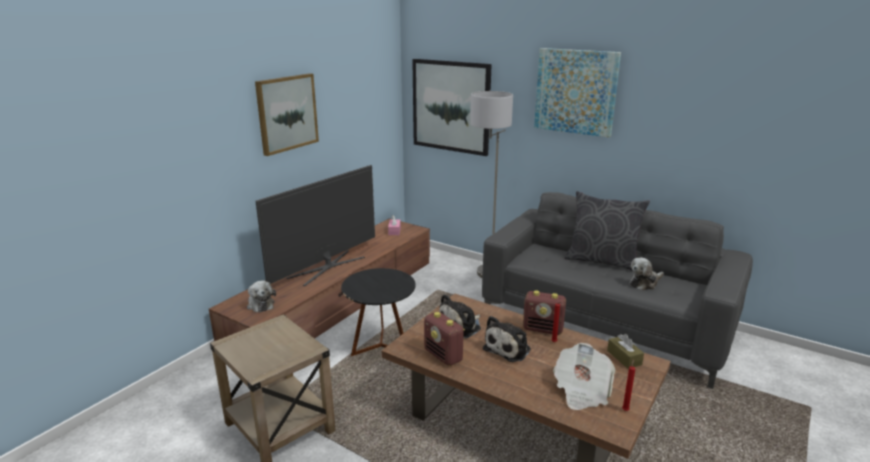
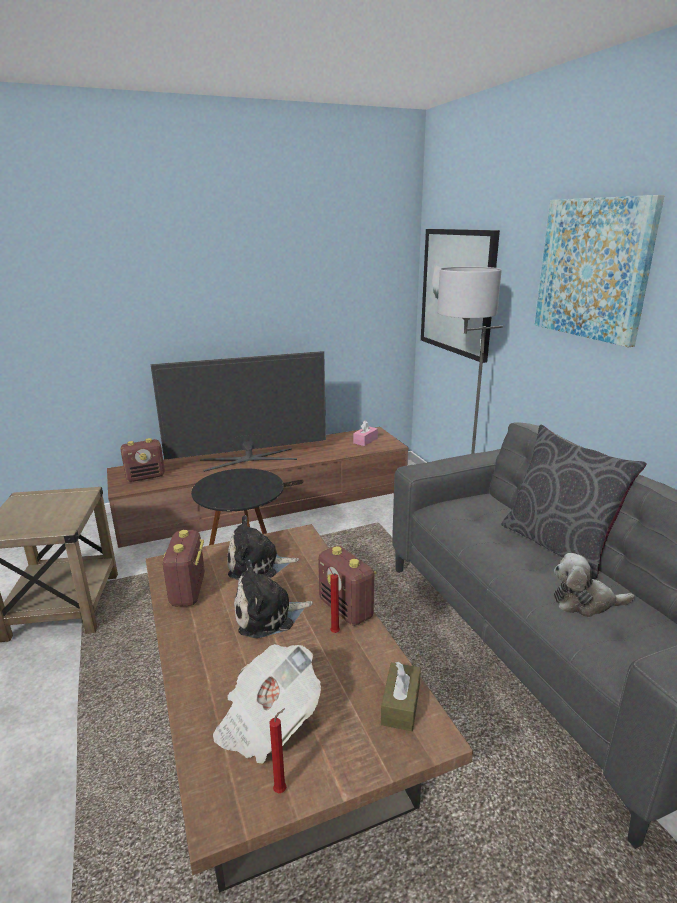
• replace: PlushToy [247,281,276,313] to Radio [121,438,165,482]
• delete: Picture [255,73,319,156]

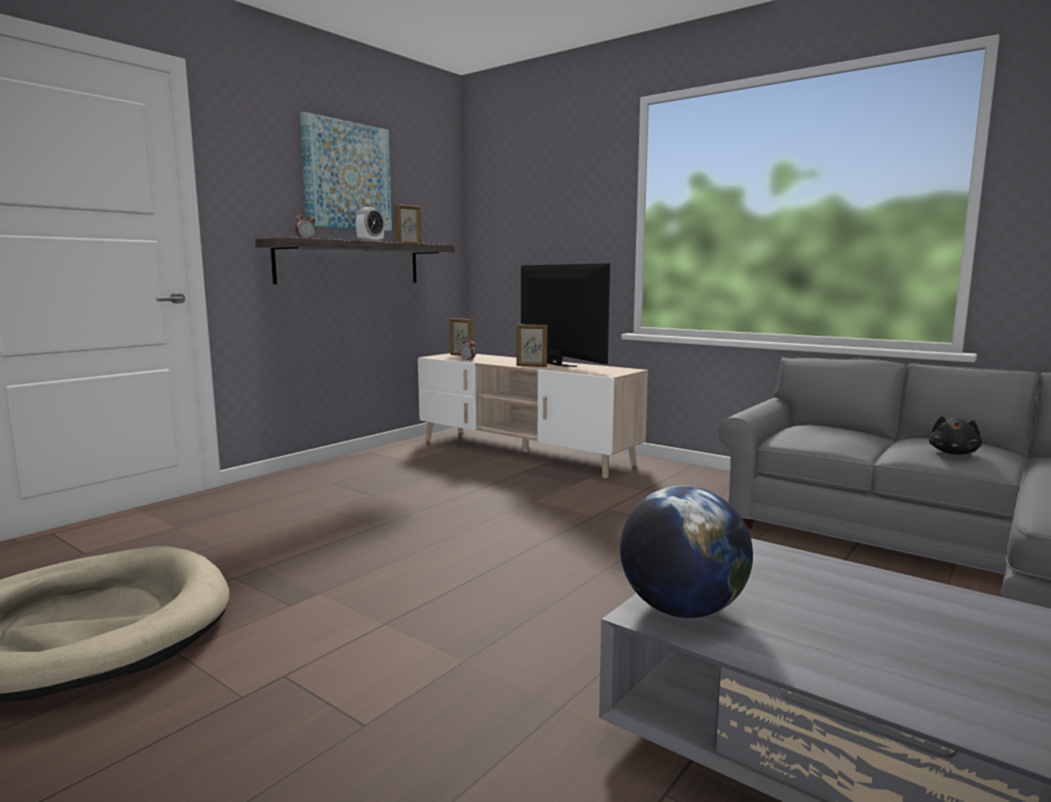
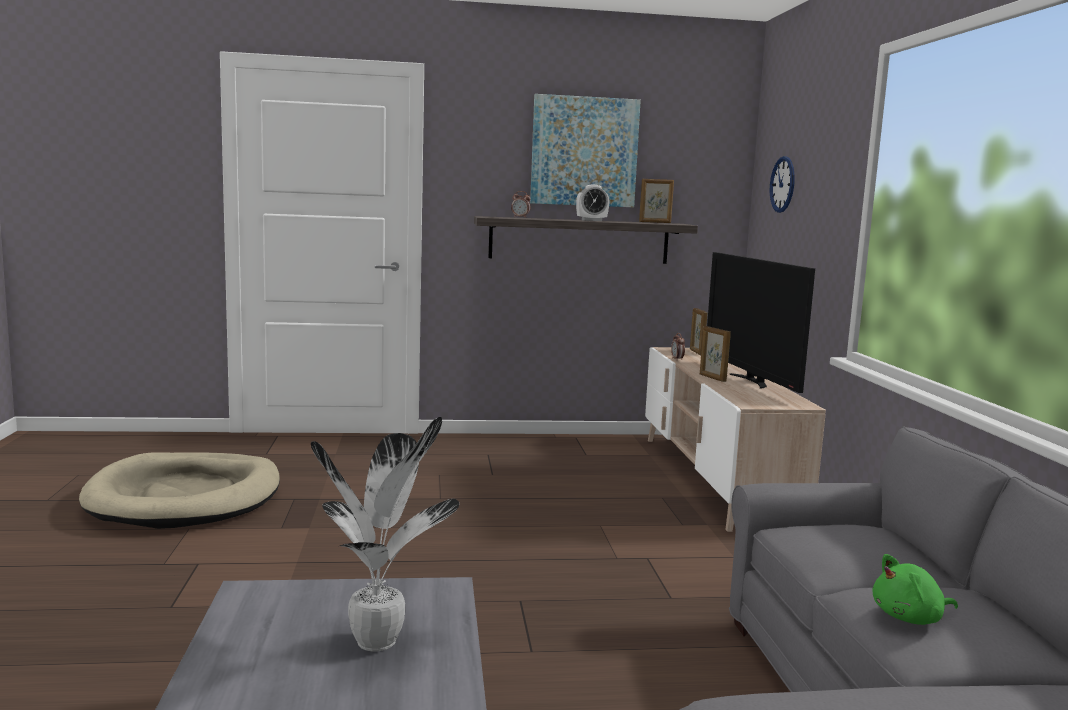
• insert: PottedPlant [311,417,459,652]
• rotate: Television [521,263,610,367] = [707,252,815,393] 150 degrees clockwise
• insert: WallClock [770,156,795,213]
• recolor: BlackPlushToy [929,416,982,454] to GreenPlushToy [873,554,958,625]
• delete: Globe [620,486,753,618]

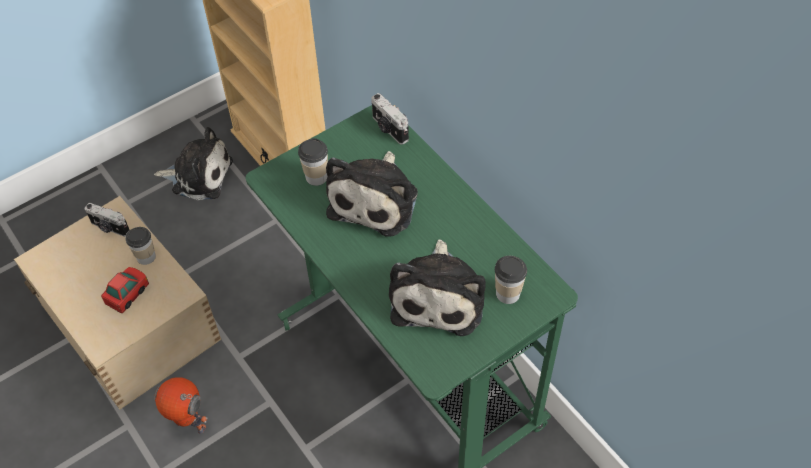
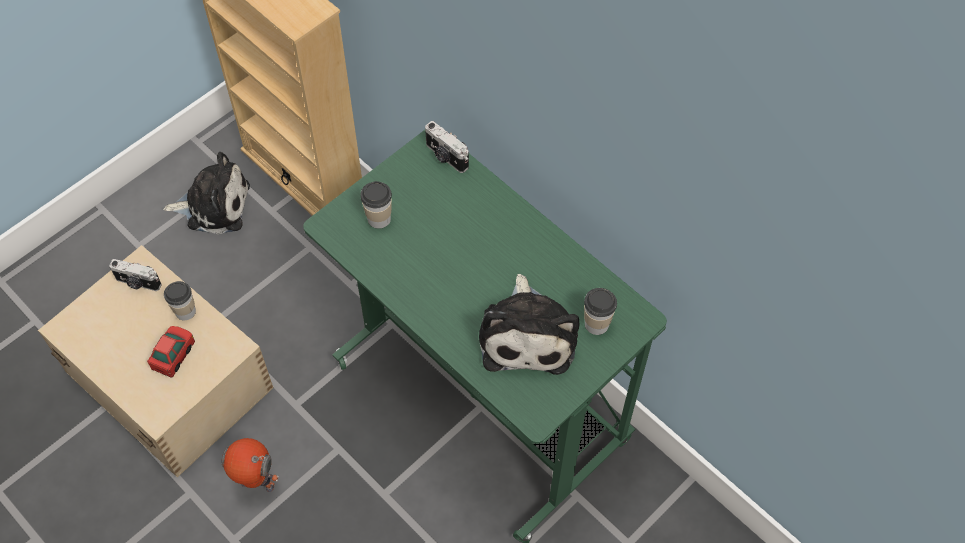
• delete: PlushToy [326,151,418,237]

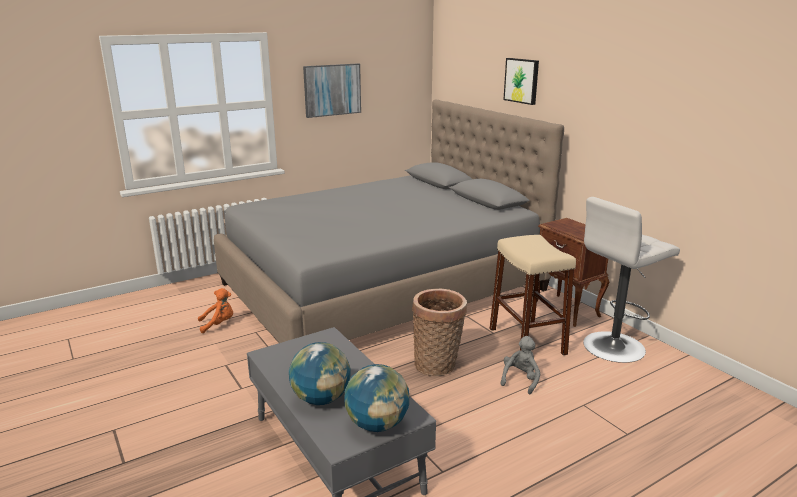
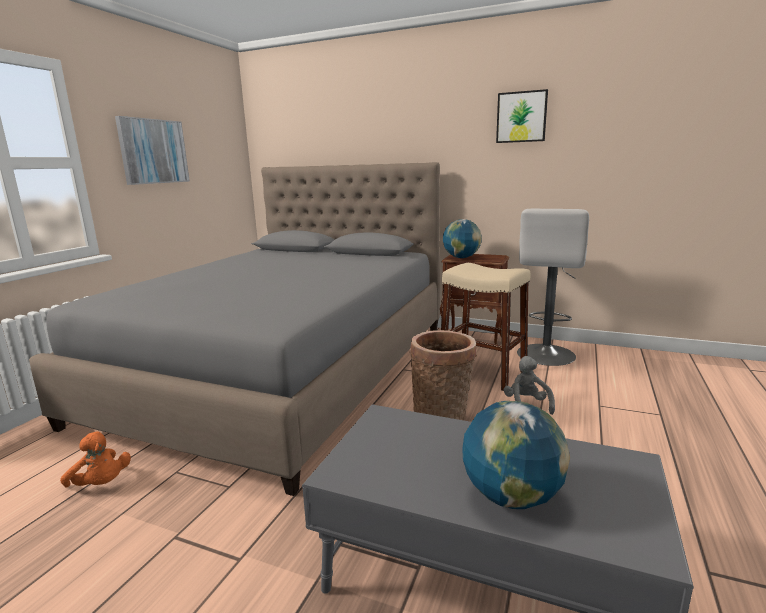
• rotate: OrangePlushToy [198,288,233,333] = [60,431,131,488] 90 degrees clockwise
• move: Globe [344,364,409,432] to [443,219,482,258]
• move: Picture [503,58,539,105] to [496,89,548,143]

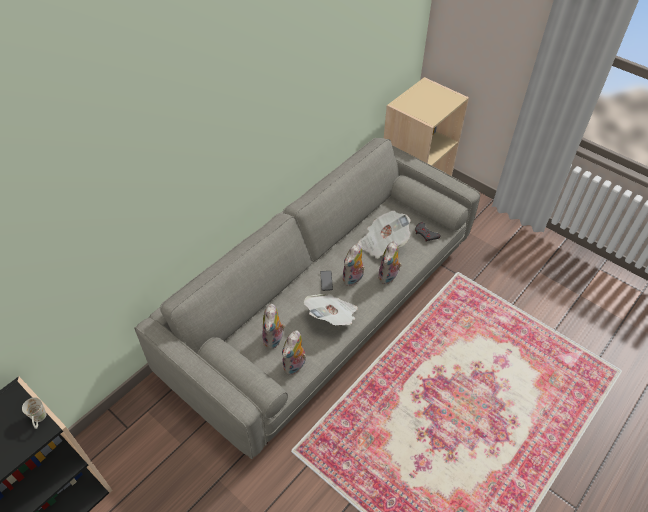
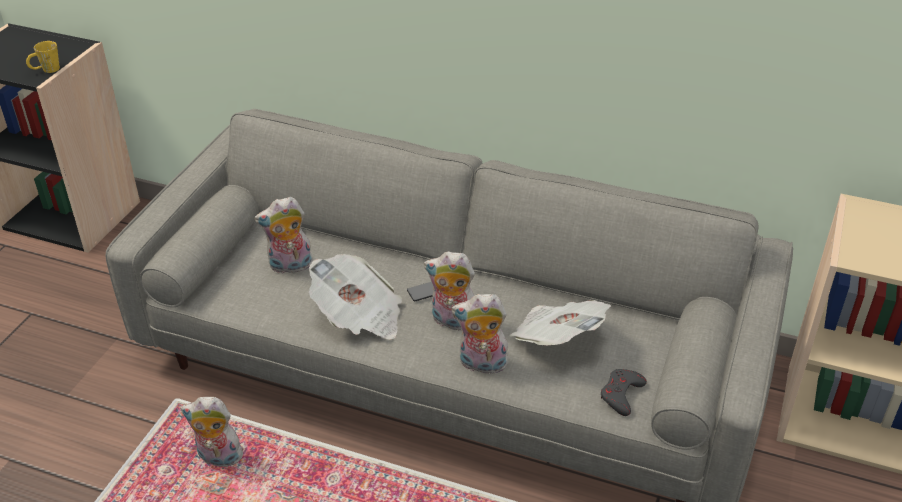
• recolor: WhiteMug [22,397,47,429] to YellowMug [26,41,60,73]
• move: PlushToy [282,331,306,375] to [180,397,243,467]

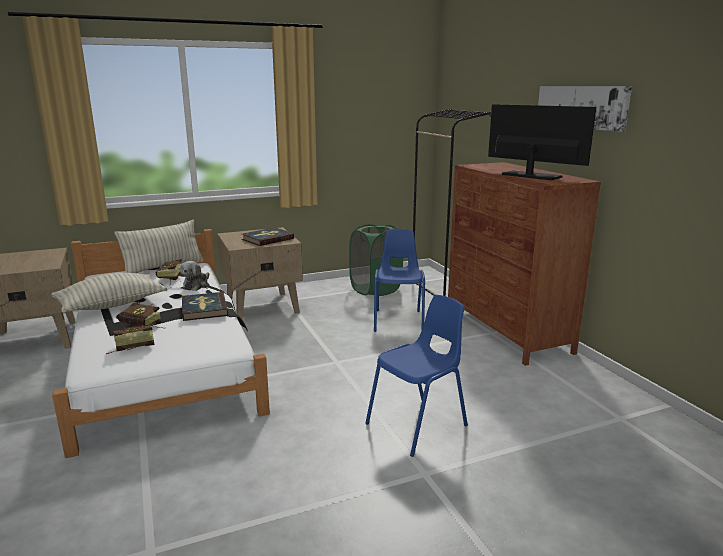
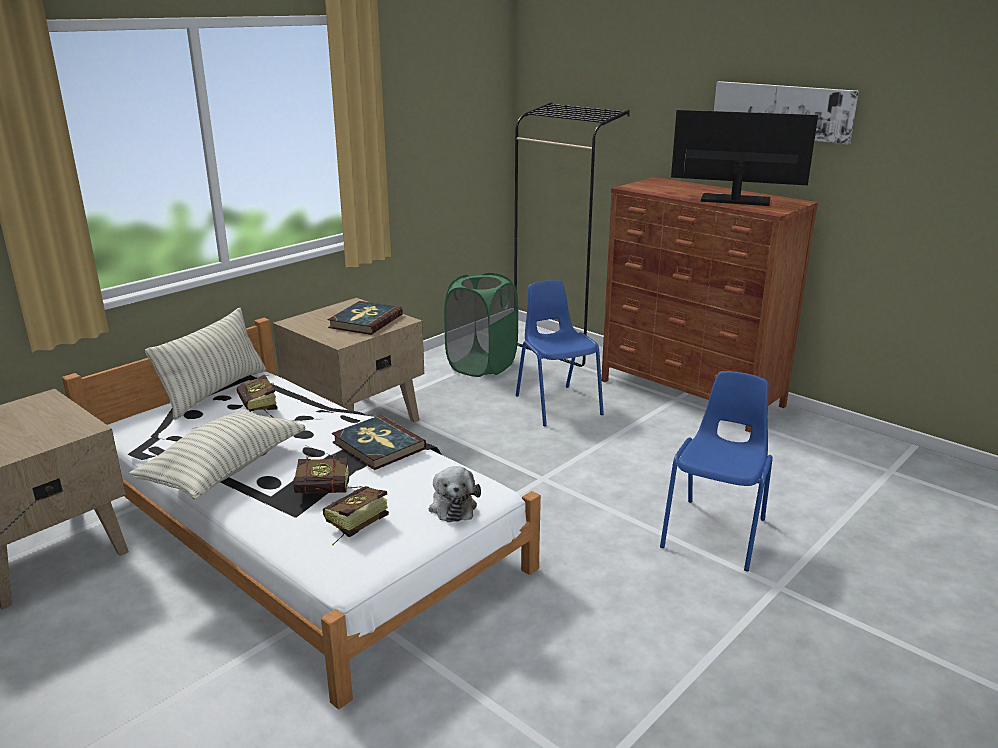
• move: PlushToy [180,261,209,291] to [429,466,481,522]

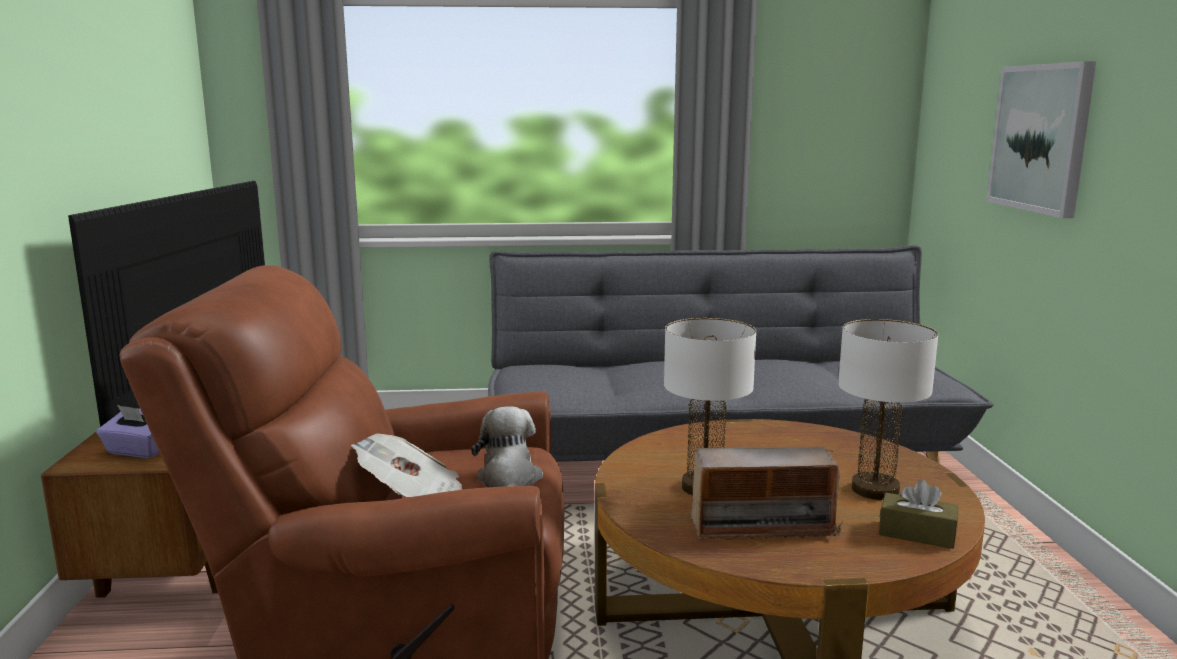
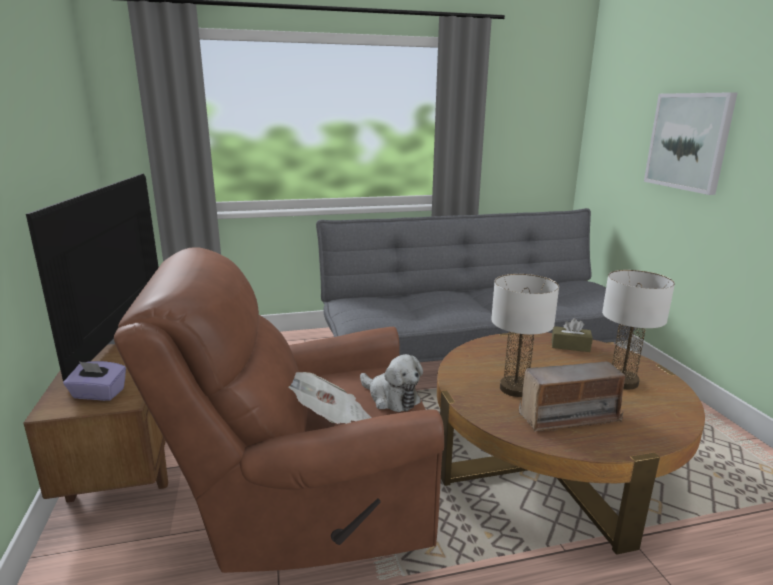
• rotate: PlushToy [471,406,543,487] = [360,354,423,412] 150 degrees clockwise
• move: BrownTissueBox [879,479,958,549] to [552,318,593,352]

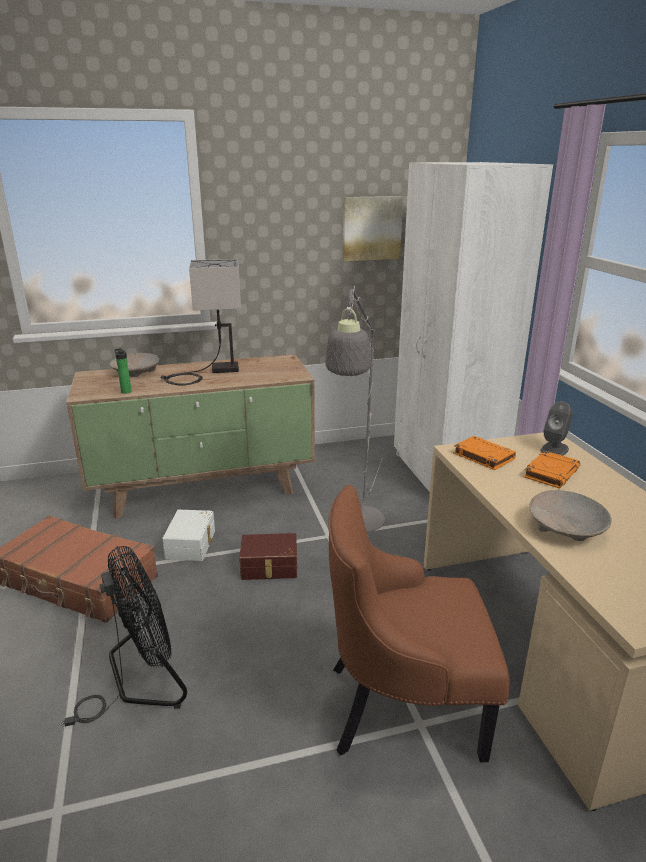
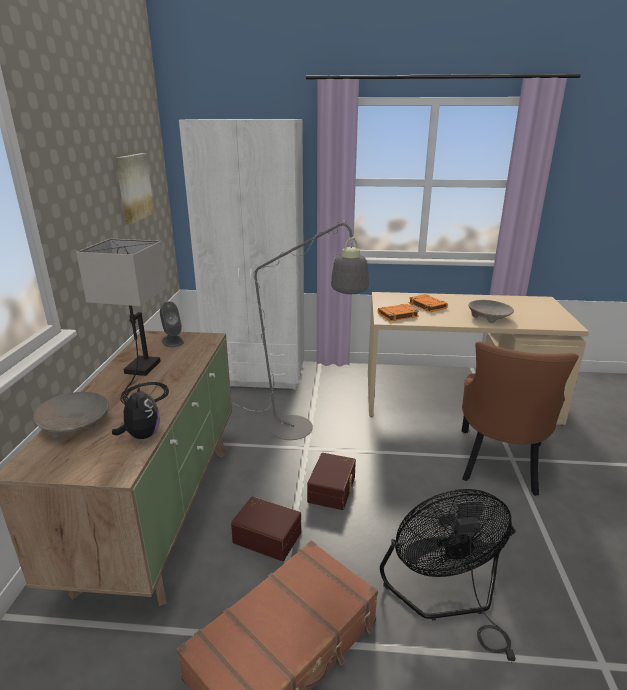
• replace: Bottle [115,348,132,394] to PlushToy [112,383,160,439]
• move: GreySpeaker [540,401,573,456] to [160,301,184,347]
• recolor: WhiteStorageBox [162,509,215,561] to BrownStorageBox [231,496,301,561]

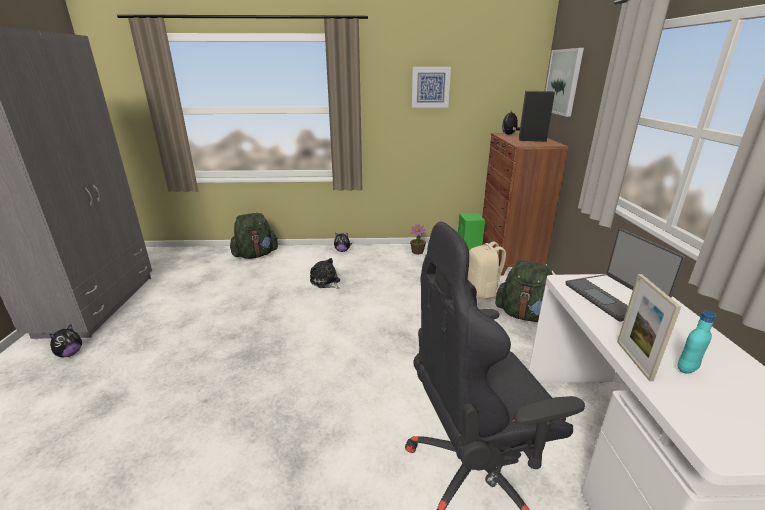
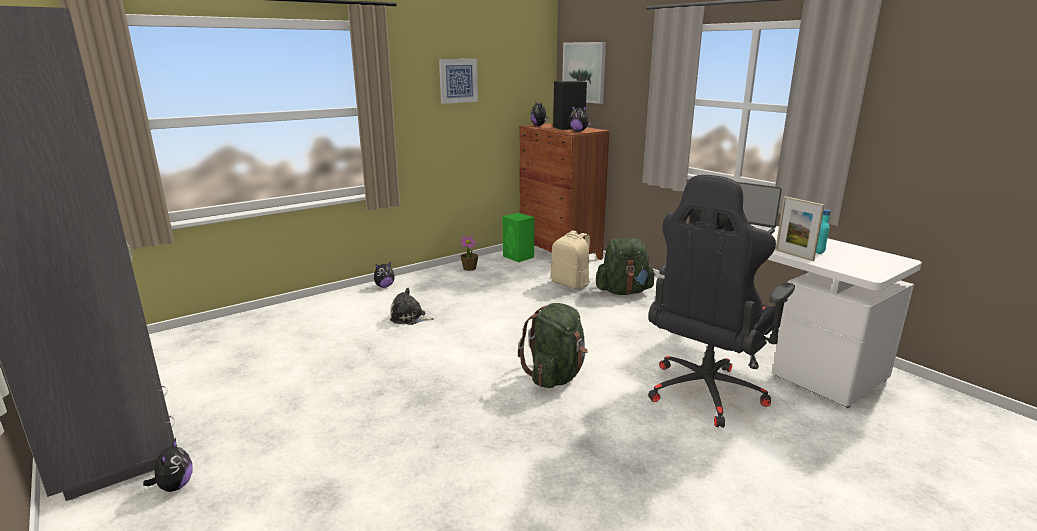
• move: GreenBackpack [230,213,278,259] to [518,303,588,388]
• insert: PlushToy [569,105,592,132]

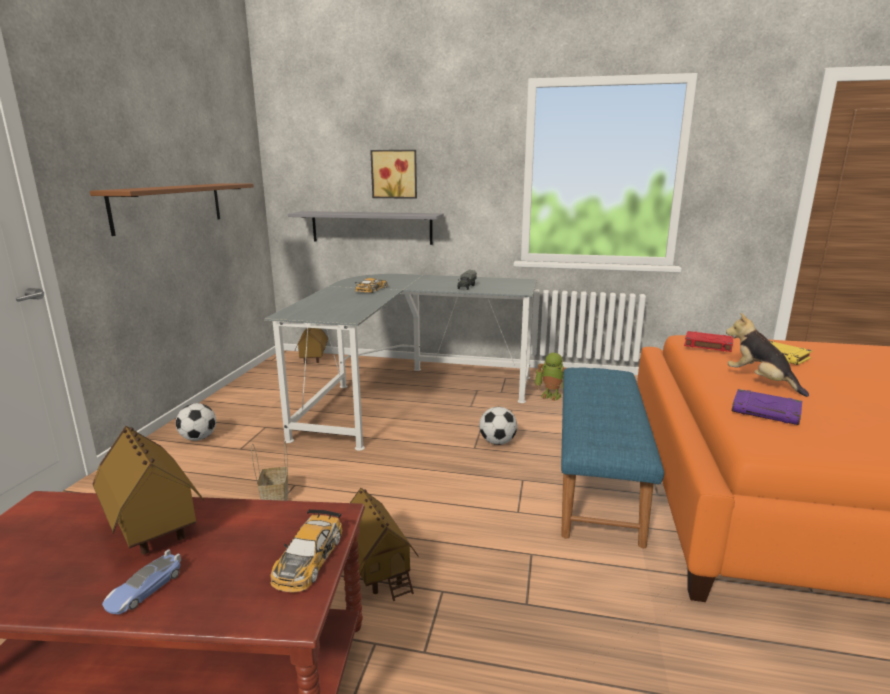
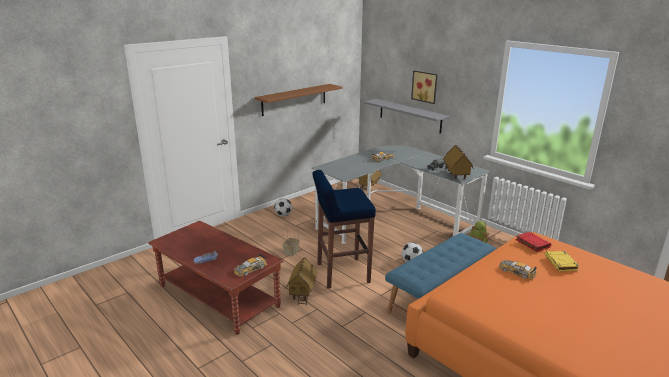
• insert: BlueStool [312,170,376,289]
• move: ToyHouse [93,426,204,554] to [443,145,474,179]
• replace: PlushToy [726,313,809,397] to ToyCar [499,260,537,279]
• delete: PurpleBook [732,389,802,425]

